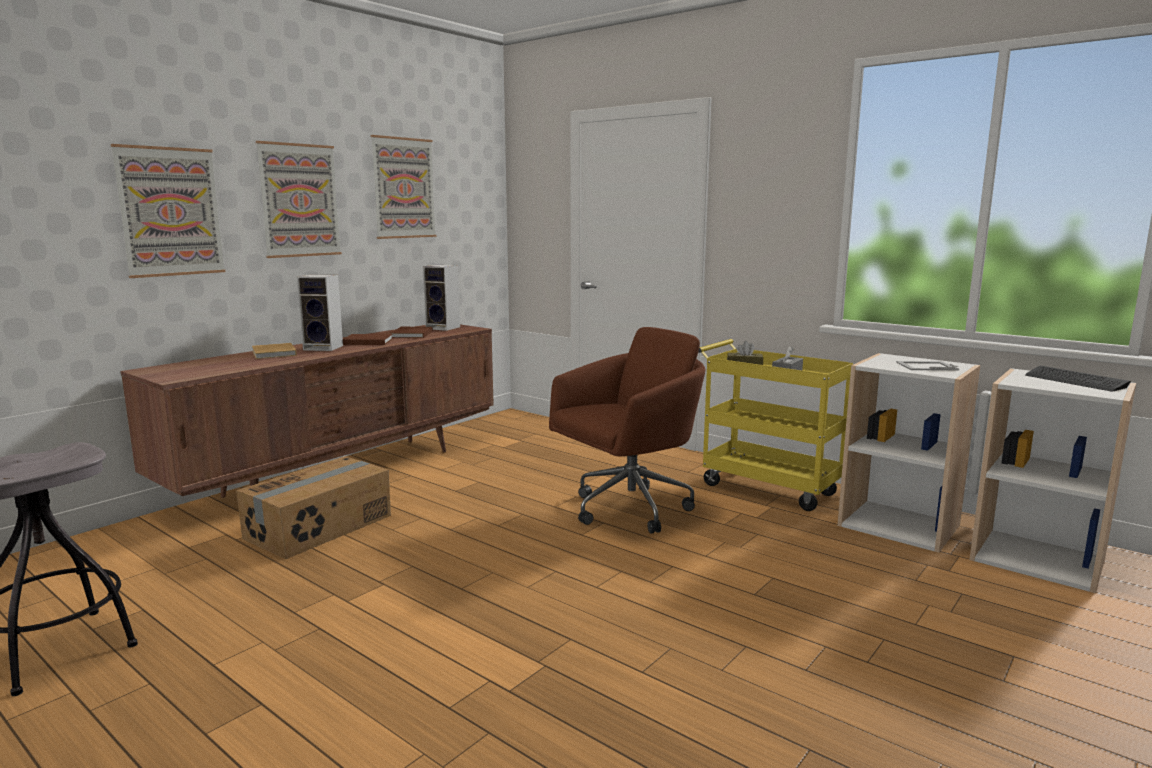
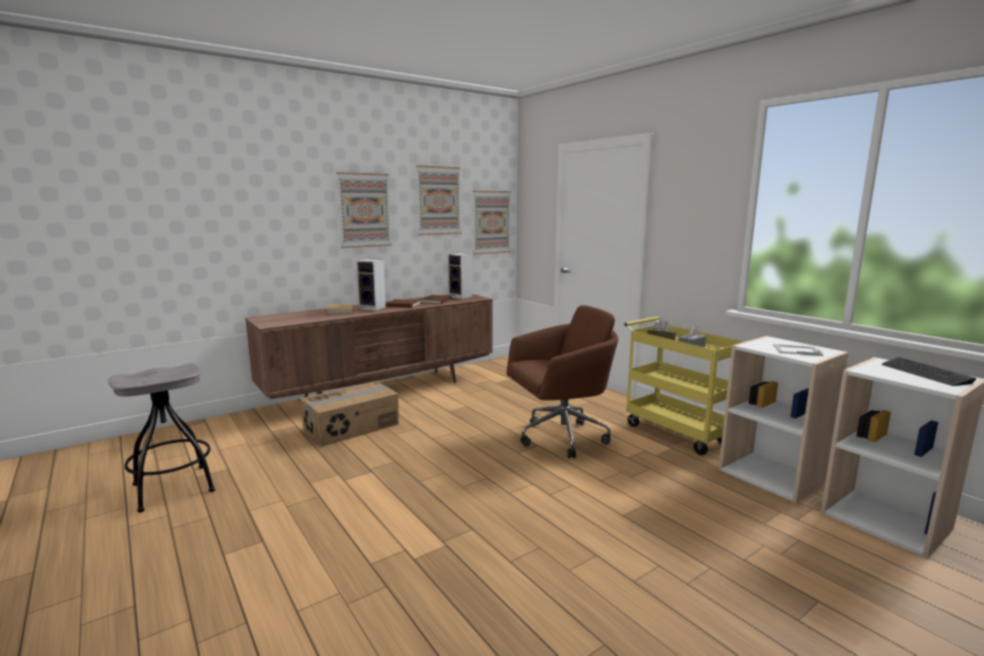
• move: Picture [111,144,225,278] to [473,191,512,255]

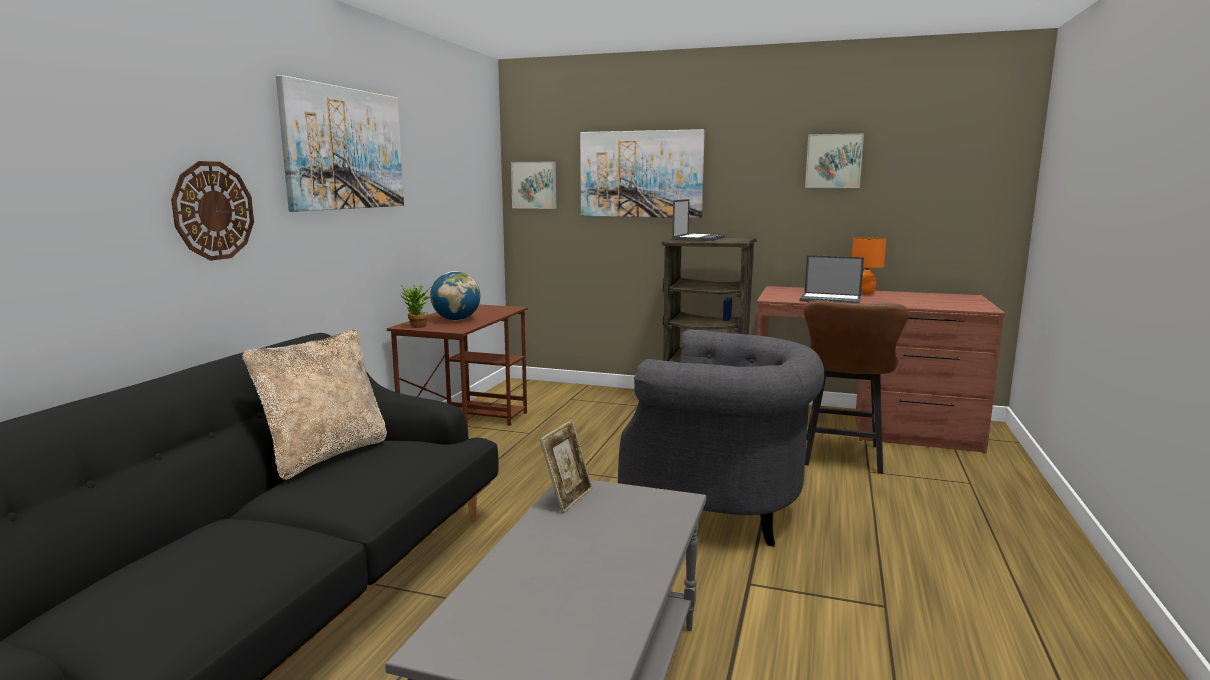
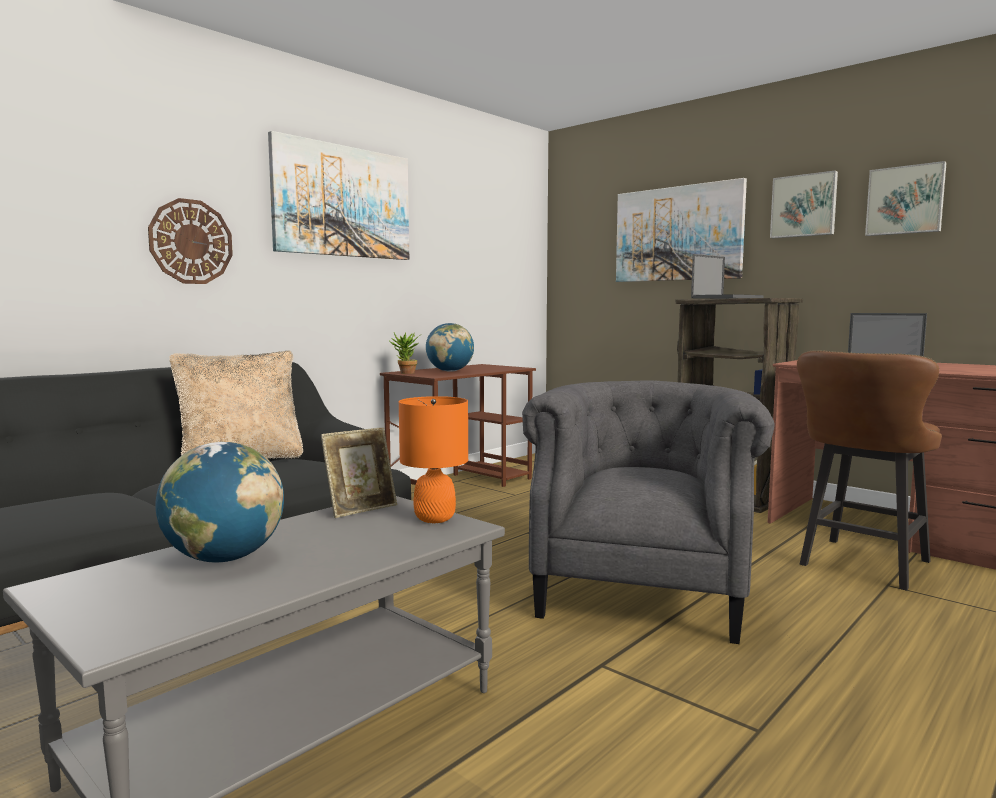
• insert: Globe [156,442,284,563]
• move: OrangeTableLamp [852,237,886,294] to [399,396,468,523]
• rotate: GreyArmchair [618,330,824,547] = [522,380,775,644] 120 degrees counterclockwise
• move: Picture [511,162,556,209] to [770,170,838,238]

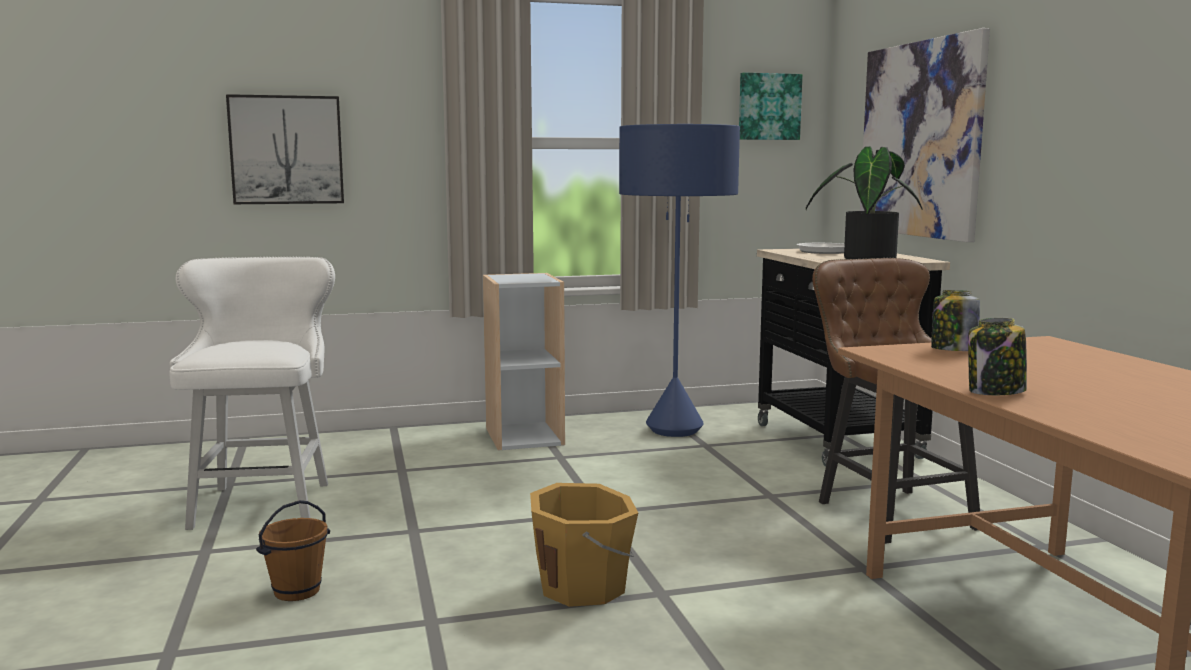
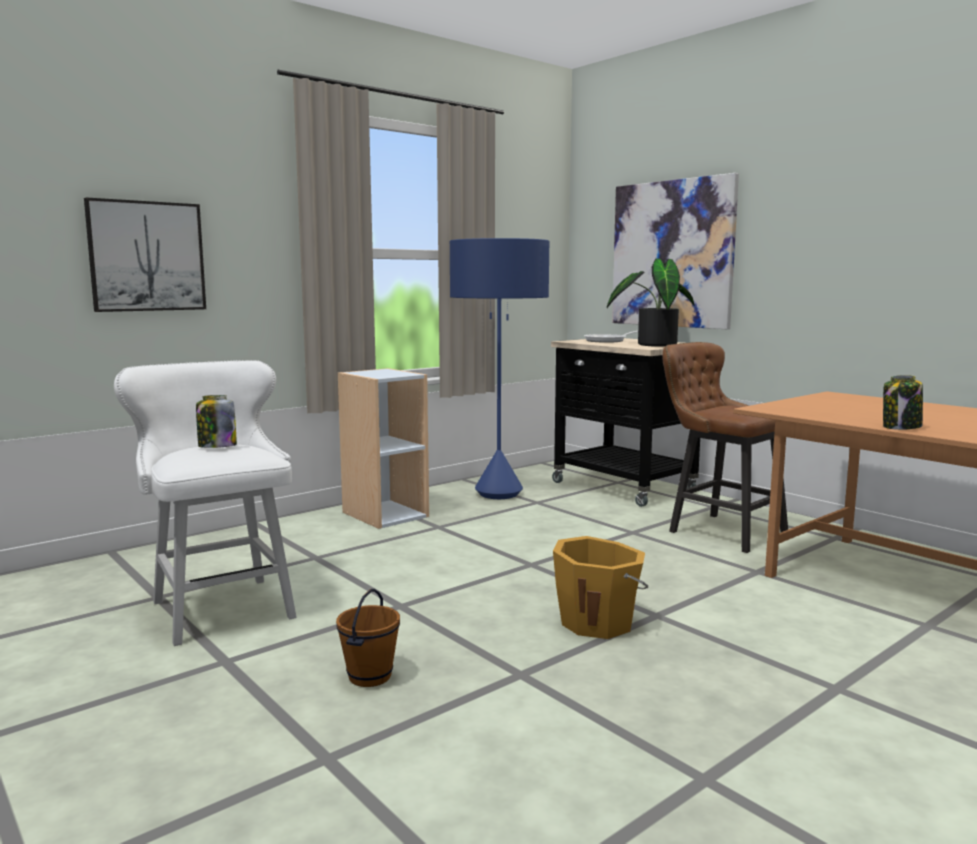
• move: Jar [931,290,980,351] to [196,395,237,448]
• delete: Picture [739,72,803,140]

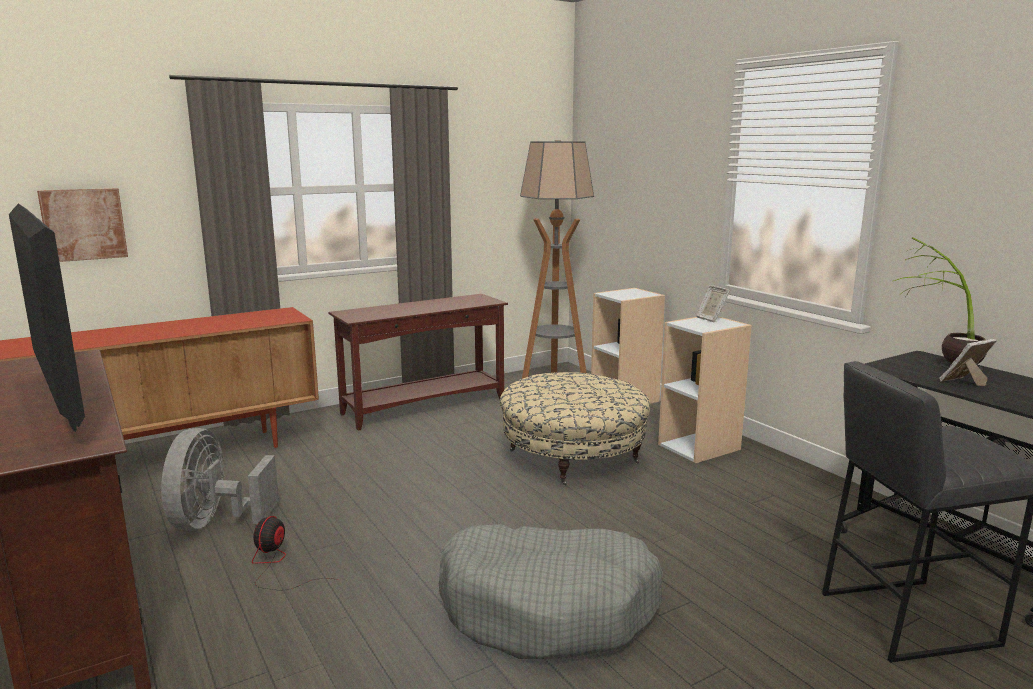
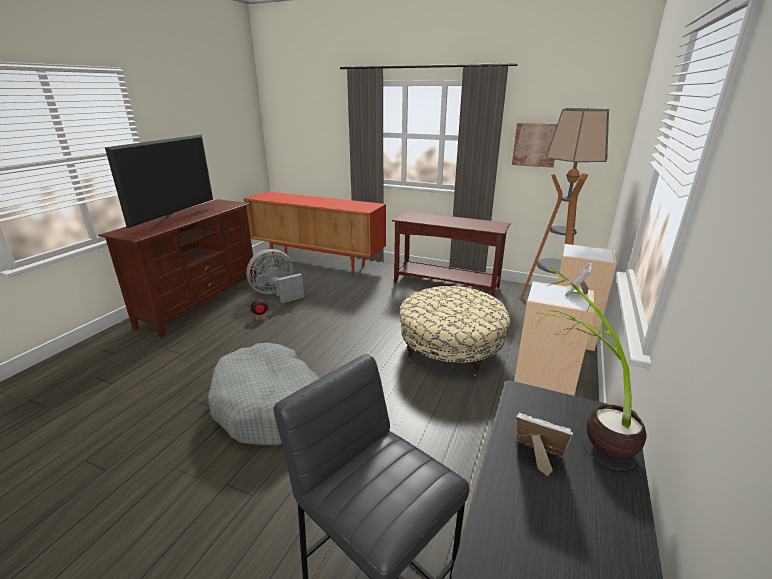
• move: Picture [37,188,128,262] to [512,123,557,168]

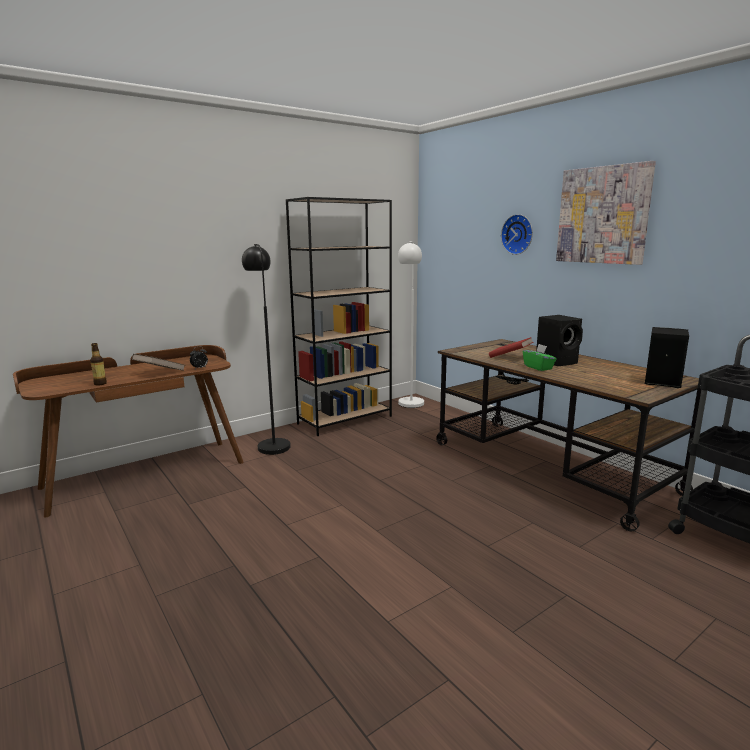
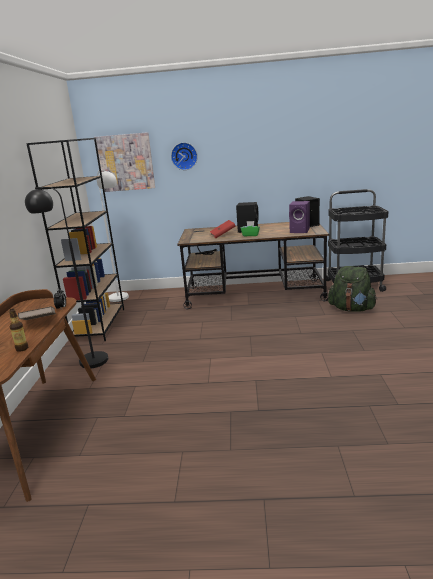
• move: Picture [556,161,656,265] to [94,132,155,192]
• insert: PurpleSpeaker [289,201,310,233]
• insert: GreenBackpack [328,266,377,312]

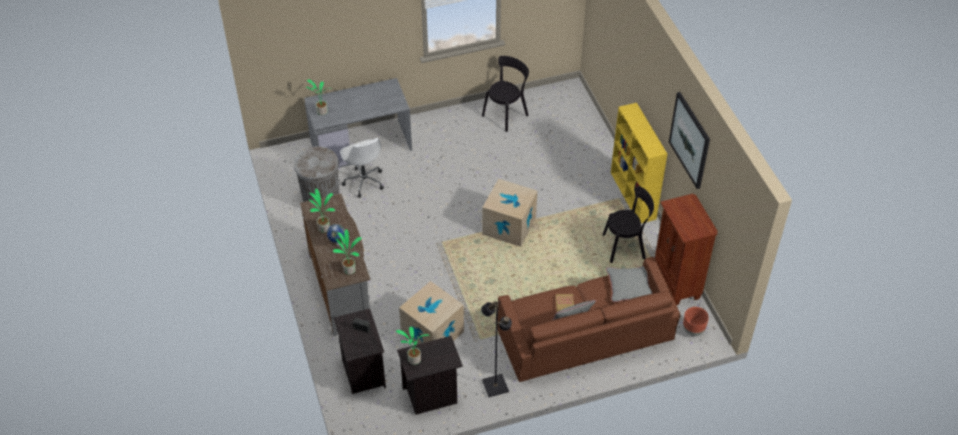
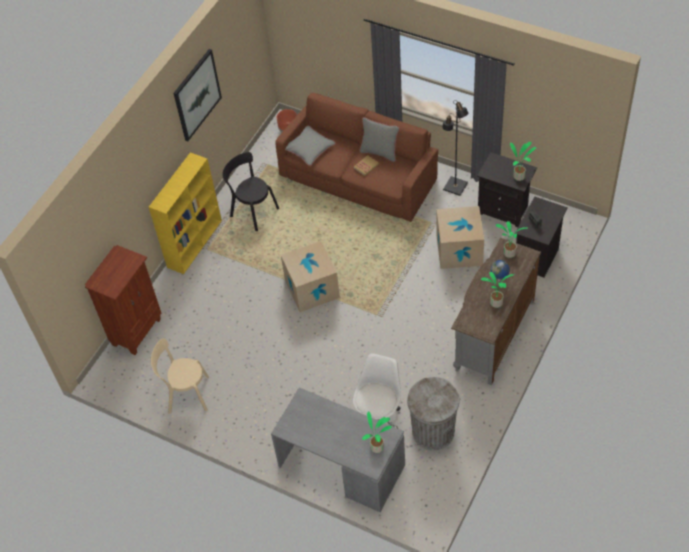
• move: BrownCabinet [655,194,718,305] to [85,245,161,355]
• recolor: BlackChair [482,56,529,132] to BeigeChair [151,338,209,414]

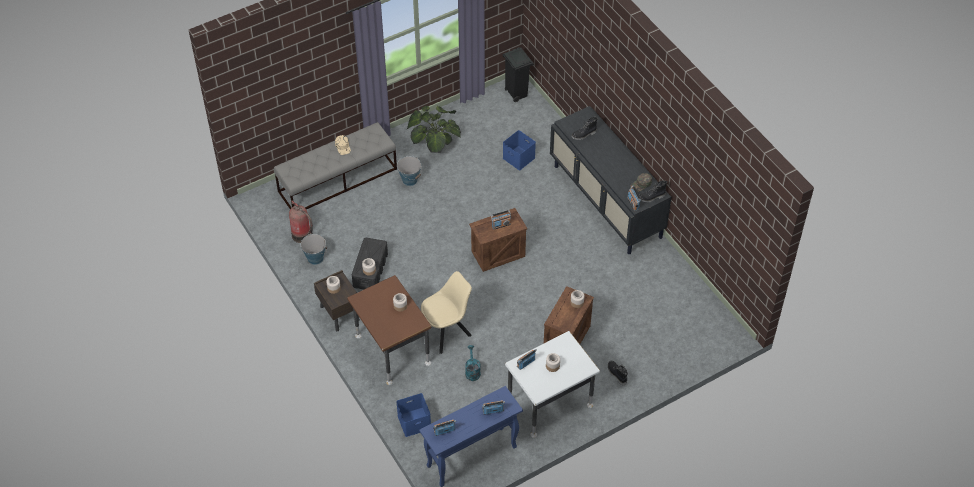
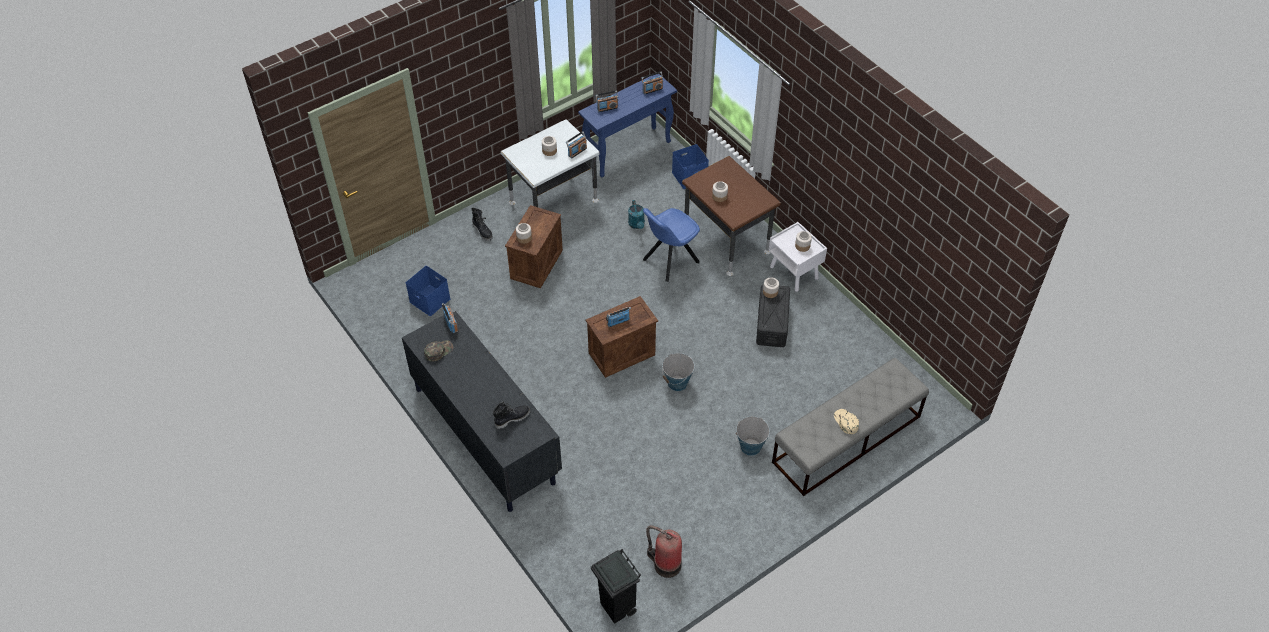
• move: BlueStorageBox [503,130,536,170] to [406,266,451,316]
• recolor: BeigeChair [421,271,472,354] to BlueChair [643,208,700,282]
• move: FireExtinguisher [289,201,313,243] to [646,526,682,578]
• move: Bucket [301,234,327,265] to [662,353,695,391]
• recolor: BrownNightstand [314,270,360,331] to WhiteNightstand [769,222,827,292]
• delete: PottedPlant [406,106,461,153]
• delete: BlackBoot [639,181,667,203]

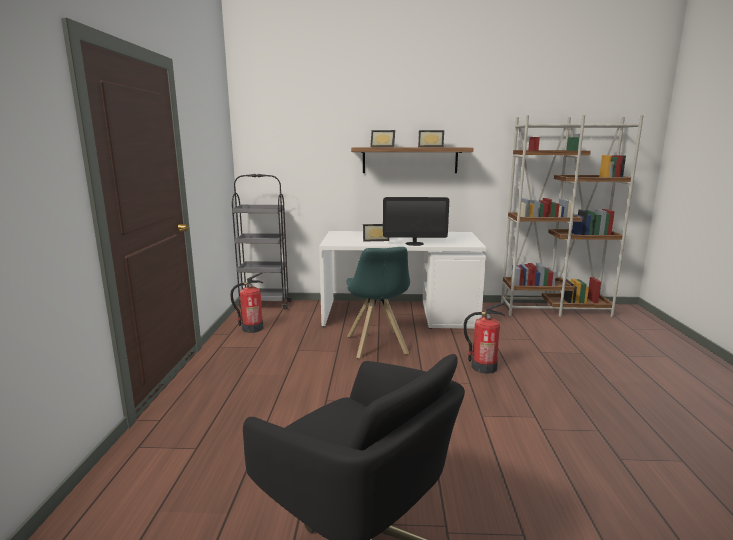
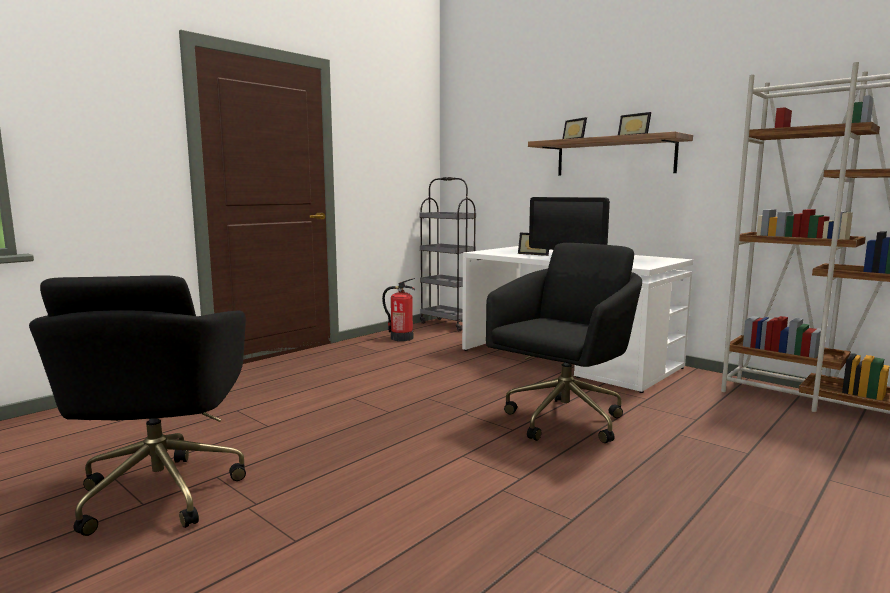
• replace: FireExtinguisher [463,303,506,374] to BlackOfficeChair [486,243,642,443]
• delete: TurquoiseChair [347,247,410,359]

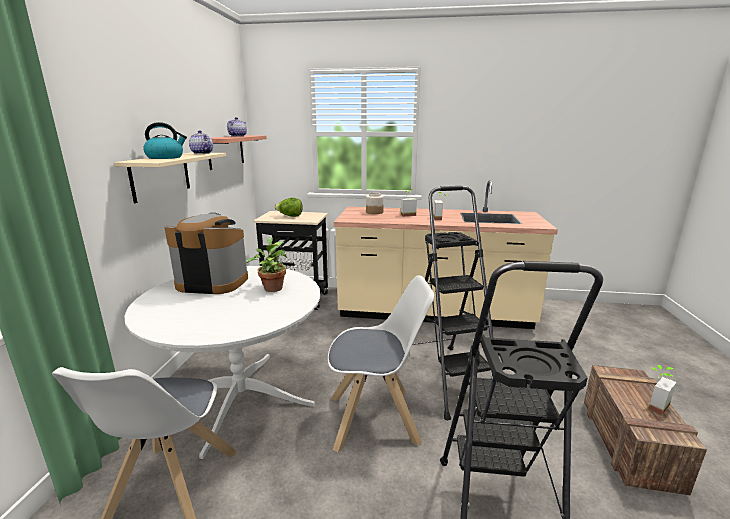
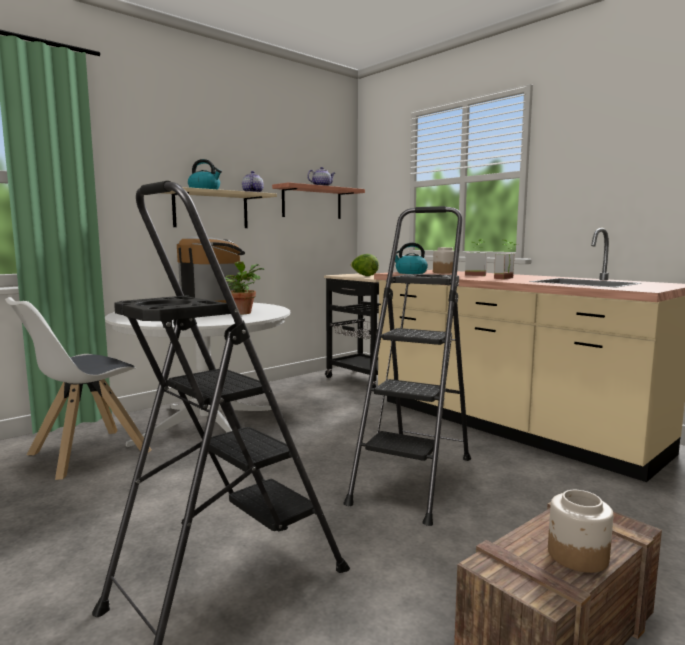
• insert: Kettle [395,243,428,274]
• replace: PottedPlant [648,365,677,415] to Jar [548,490,614,573]
• delete: Chair [328,275,435,452]

